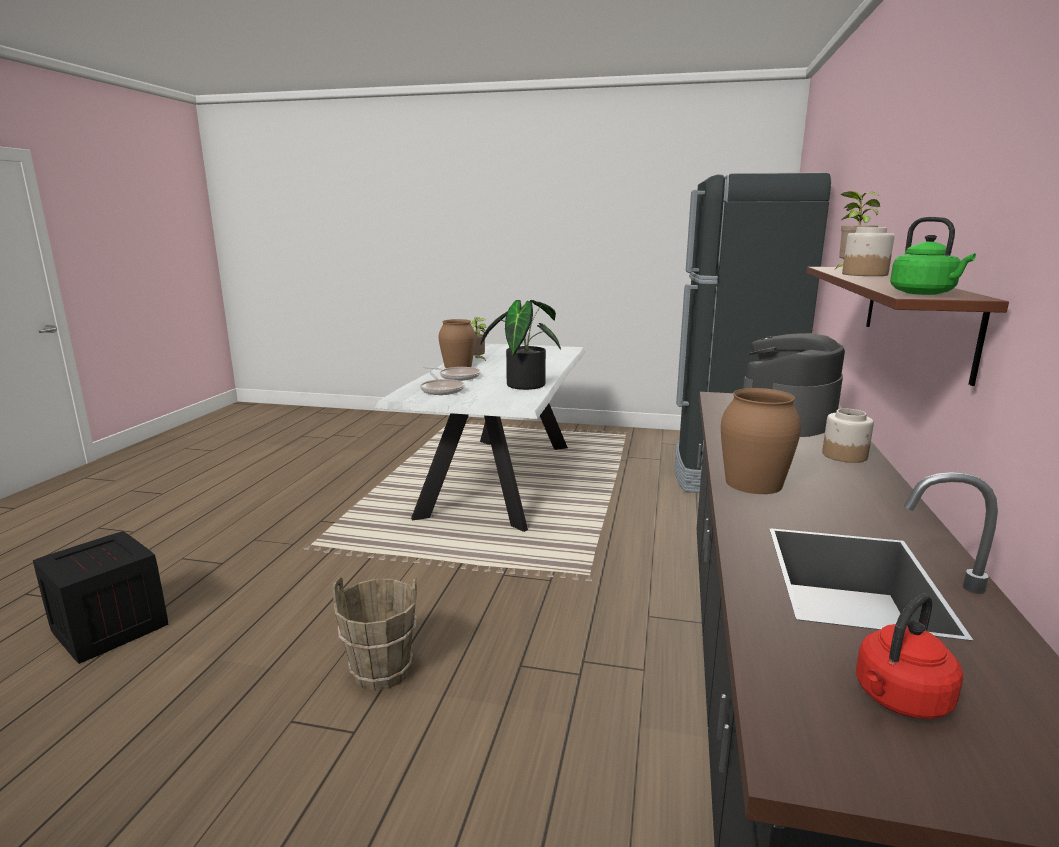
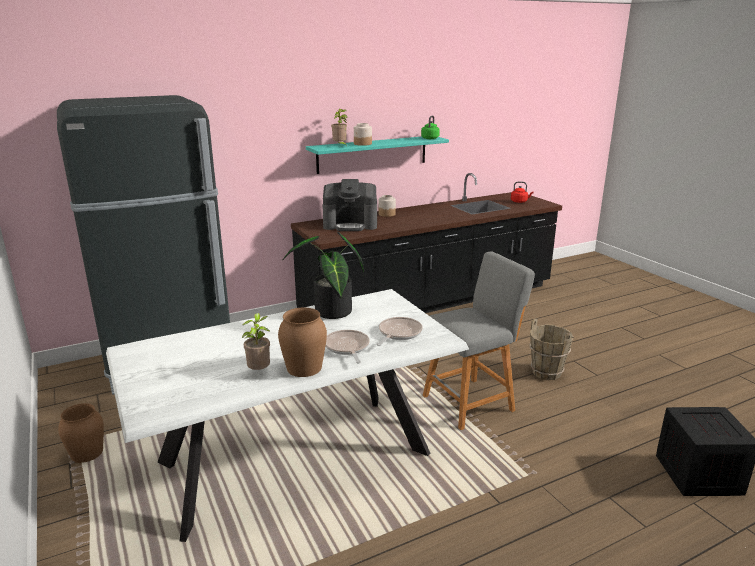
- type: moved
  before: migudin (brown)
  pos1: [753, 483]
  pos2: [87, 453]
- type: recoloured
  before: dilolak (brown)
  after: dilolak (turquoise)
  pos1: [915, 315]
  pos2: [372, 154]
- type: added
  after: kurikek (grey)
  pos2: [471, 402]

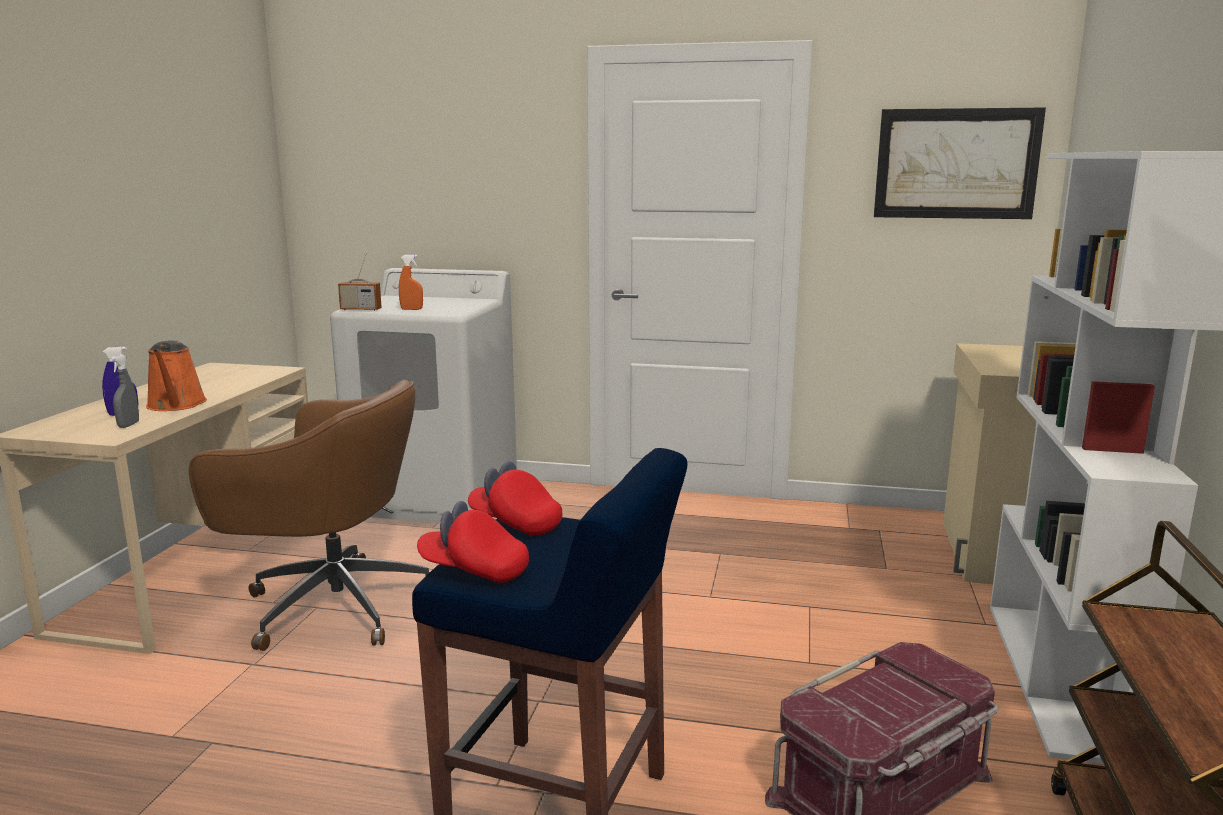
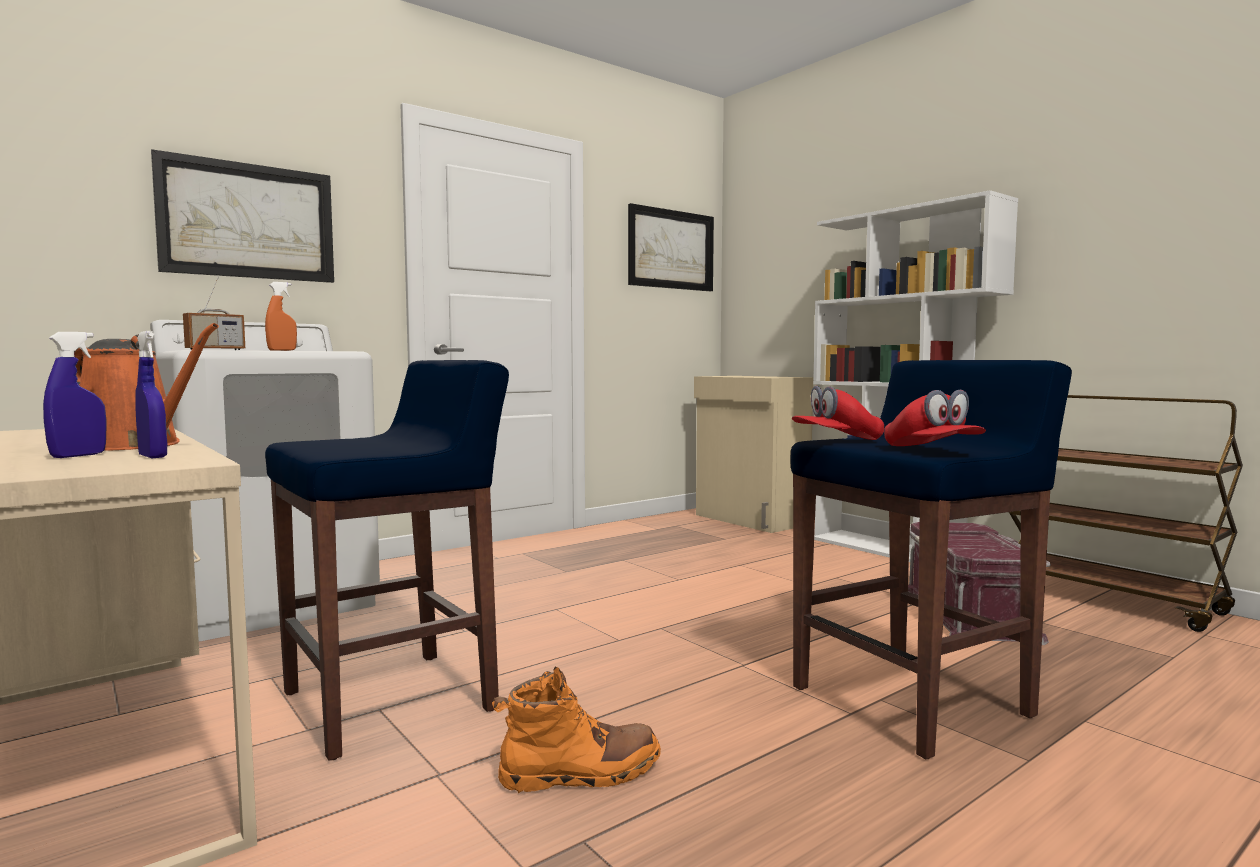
- type: recoloured
  before: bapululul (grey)
  after: bapululul (blue)
  pos1: [128, 425]
  pos2: [153, 457]
- type: added
  after: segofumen
  pos2: [248, 221]
- type: replaced
  before: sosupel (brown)
  after: kurikek (blue)
  pos1: [332, 605]
  pos2: [393, 700]
- type: added
  after: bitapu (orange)
  pos2: [580, 773]
- type: turned
  before: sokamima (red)
  pos1: [474, 570]
  pos2: [932, 450]
  turn: -75

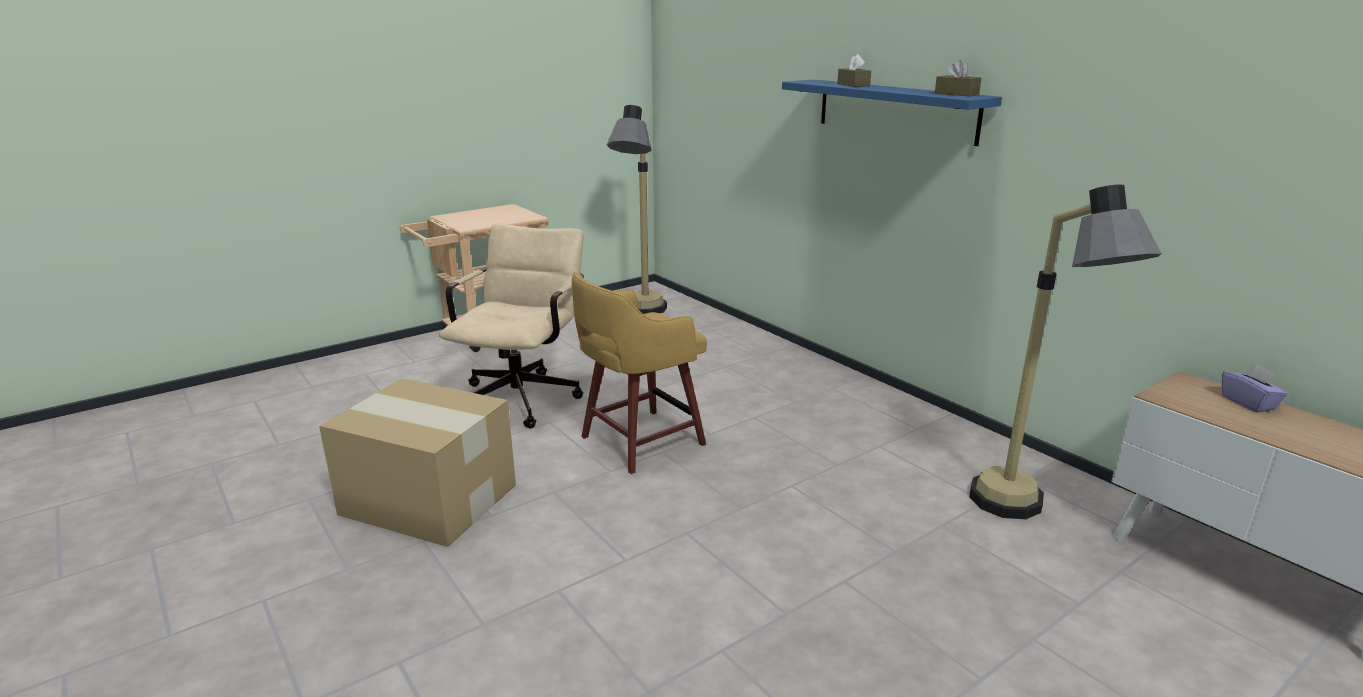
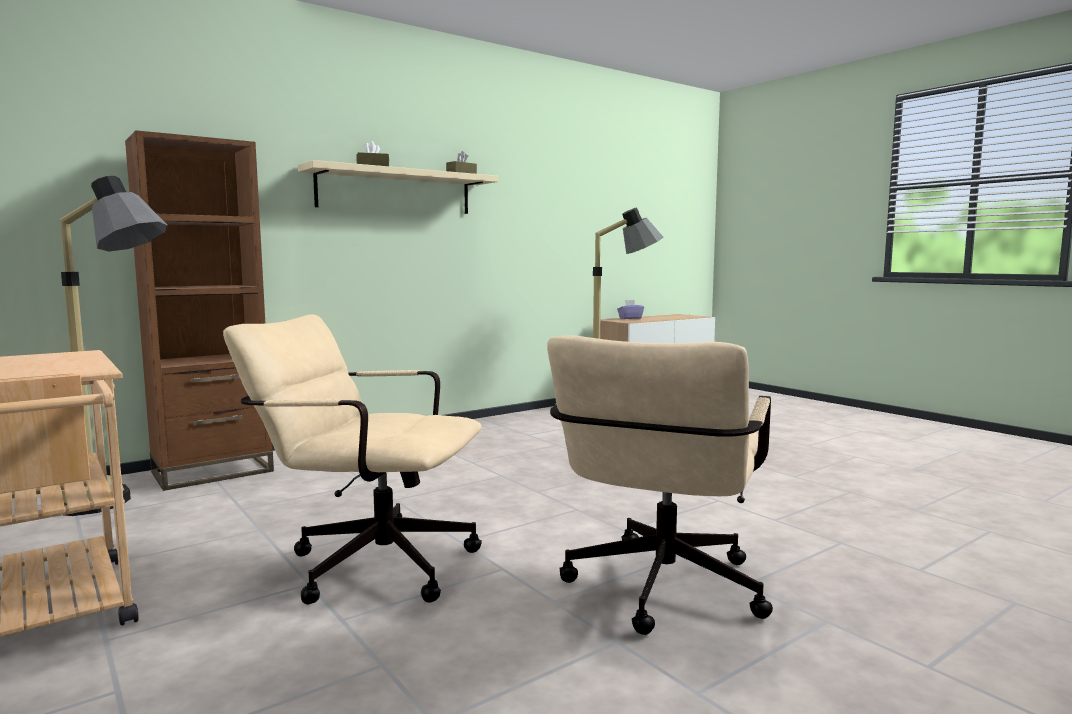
- type: added
  after: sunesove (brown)
  pos2: [213, 472]
- type: recoloured
  before: dilolak (blue)
  after: dilolak (beige)
  pos1: [895, 110]
  pos2: [395, 191]
- type: replaced
  before: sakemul
  after: sosupel (beige)
  pos1: [428, 498]
  pos2: [659, 594]
- type: removed
  before: kurikek (yellow)
  pos1: [639, 441]

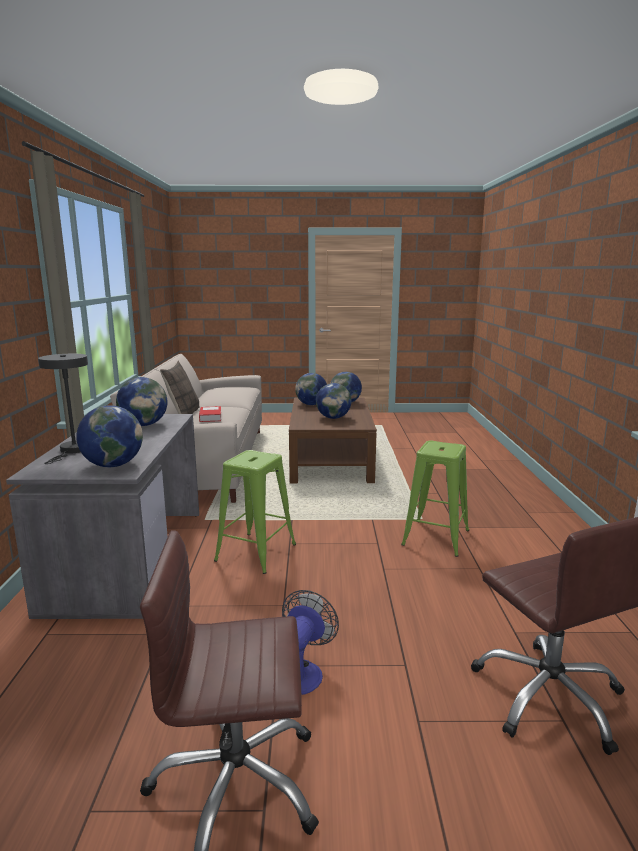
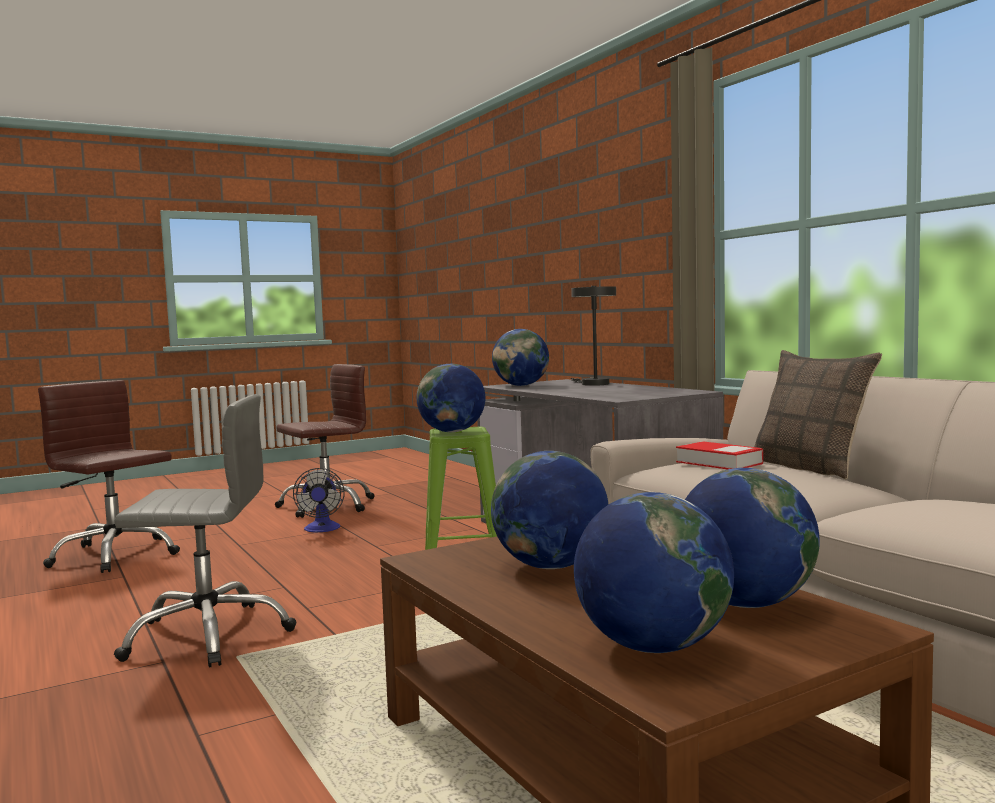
- type: replaced
  before: kurikek (green)
  after: sosupel (grey)
  pos1: [435, 538]
  pos2: [208, 635]
- type: moved
  before: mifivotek
  pos1: [144, 425]
  pos2: [452, 432]

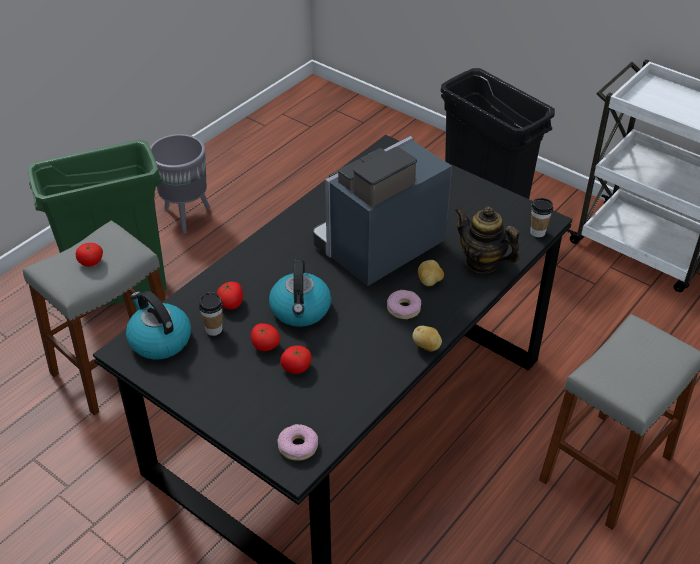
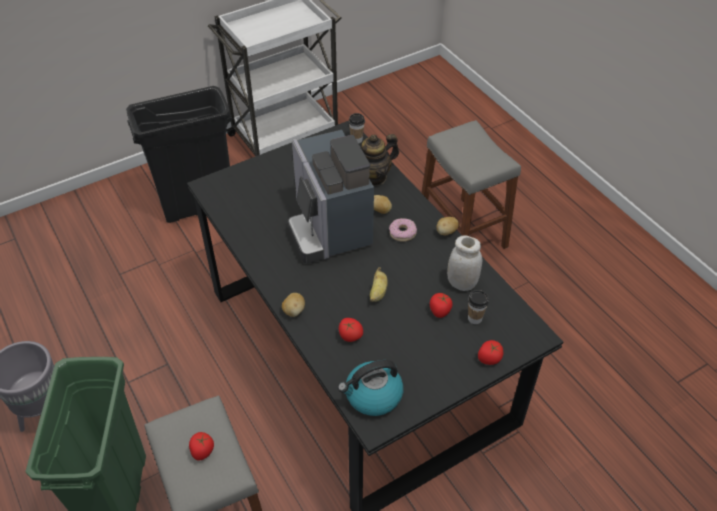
- type: added
  after: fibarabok
  pos2: [294, 311]
- type: replaced
  before: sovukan
  after: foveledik
  pos1: [301, 310]
  pos2: [378, 292]
- type: added
  after: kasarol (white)
  pos2: [462, 283]
- type: moved
  before: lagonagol
  pos1: [214, 329]
  pos2: [474, 318]
- type: moved
  before: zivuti
  pos1: [265, 345]
  pos2: [489, 358]
- type: removed
  before: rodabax
  pos1: [298, 446]

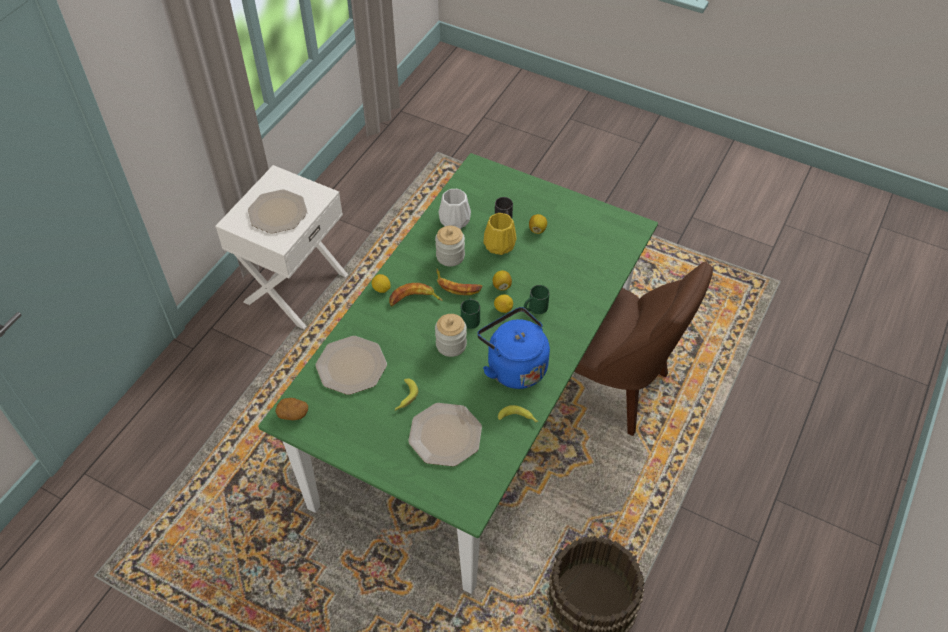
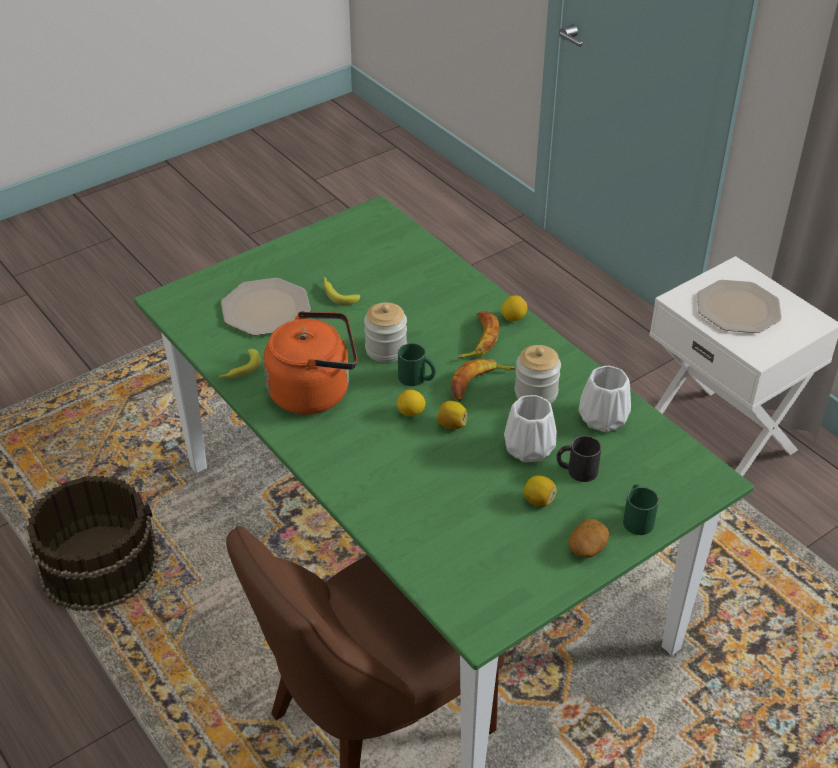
- type: recoloured
  before: sovukan (blue)
  after: sovukan (orange)
  pos1: [514, 366]
  pos2: [314, 391]
- type: recoloured
  before: migudin (yellow)
  after: migudin (white)
  pos1: [499, 246]
  pos2: [527, 447]
- type: moved
  before: fibarabok
  pos1: [293, 413]
  pos2: [587, 548]
- type: moved
  before: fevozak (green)
  pos1: [535, 308]
  pos2: [636, 518]
- type: removed
  before: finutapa
  pos1: [351, 366]

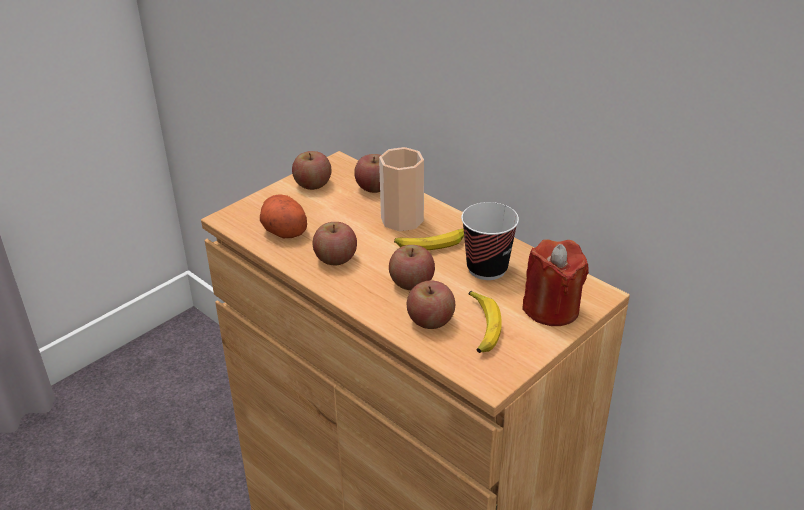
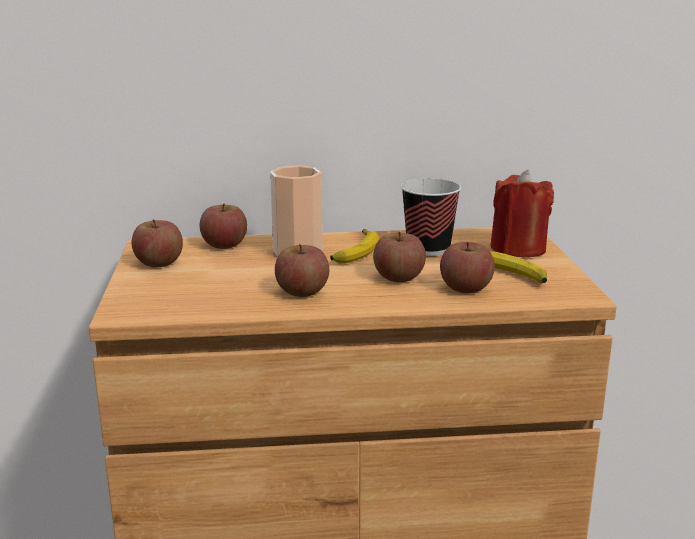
- type: removed
  before: fibarabok
  pos1: [283, 229]

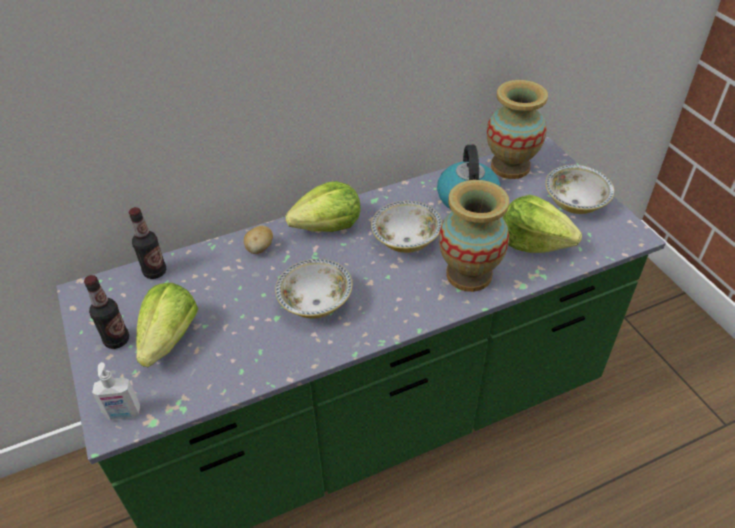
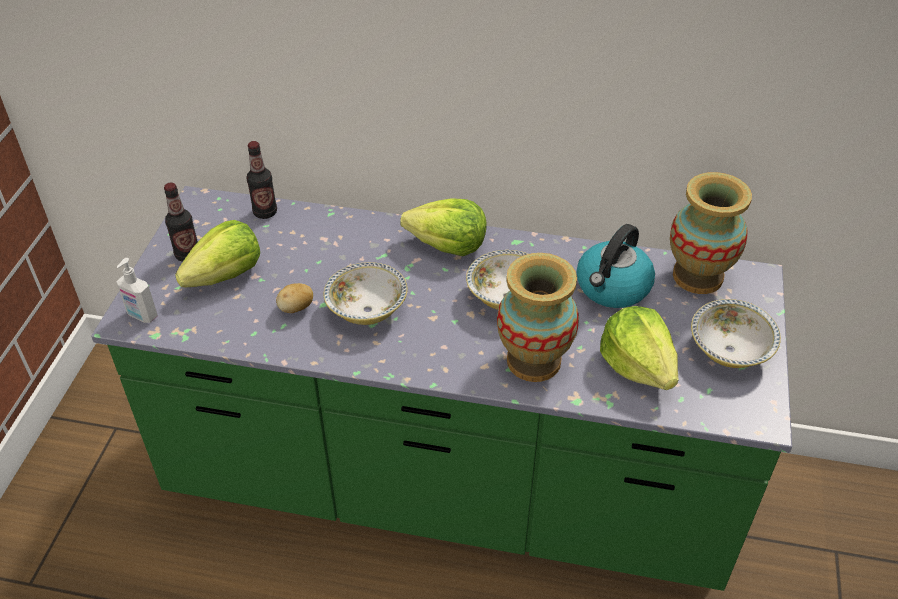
- type: moved
  before: fibarabok
  pos1: [259, 249]
  pos2: [296, 308]

